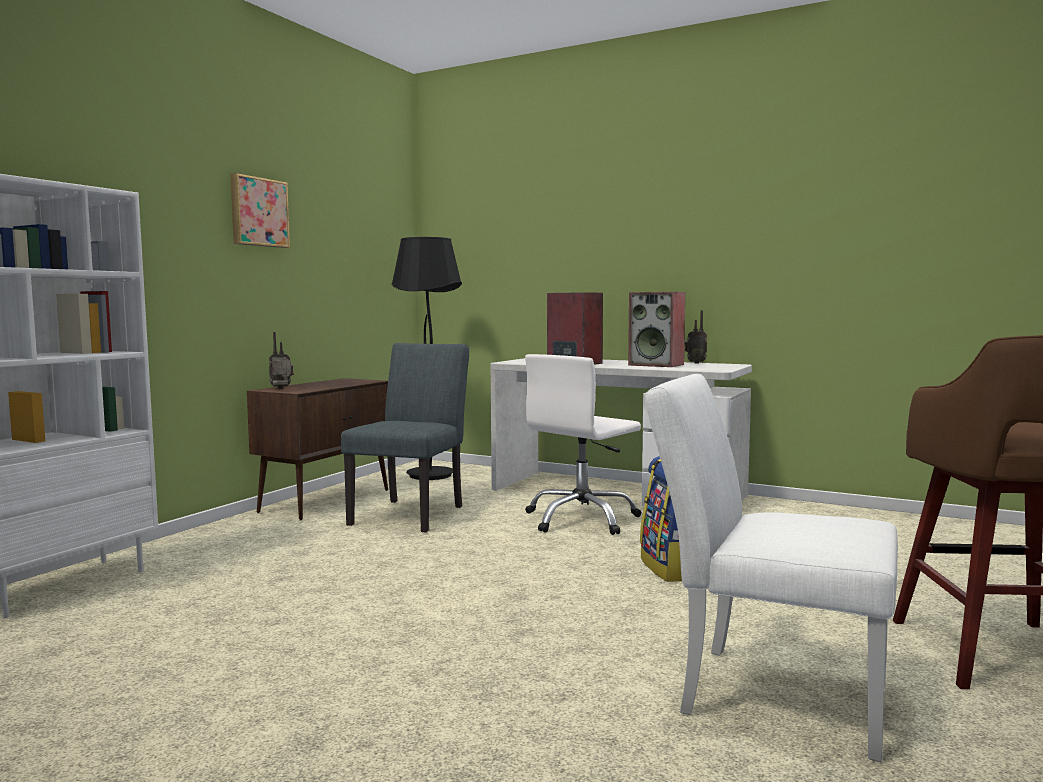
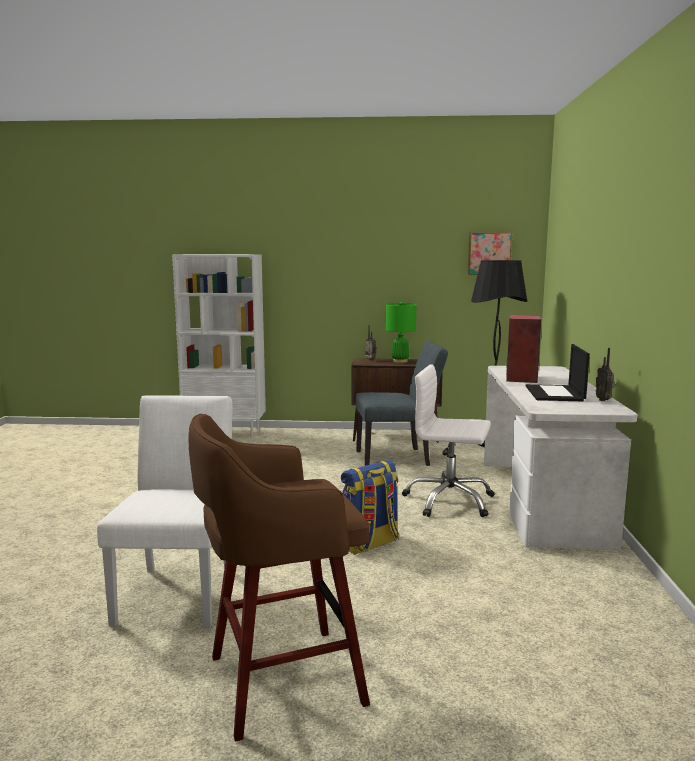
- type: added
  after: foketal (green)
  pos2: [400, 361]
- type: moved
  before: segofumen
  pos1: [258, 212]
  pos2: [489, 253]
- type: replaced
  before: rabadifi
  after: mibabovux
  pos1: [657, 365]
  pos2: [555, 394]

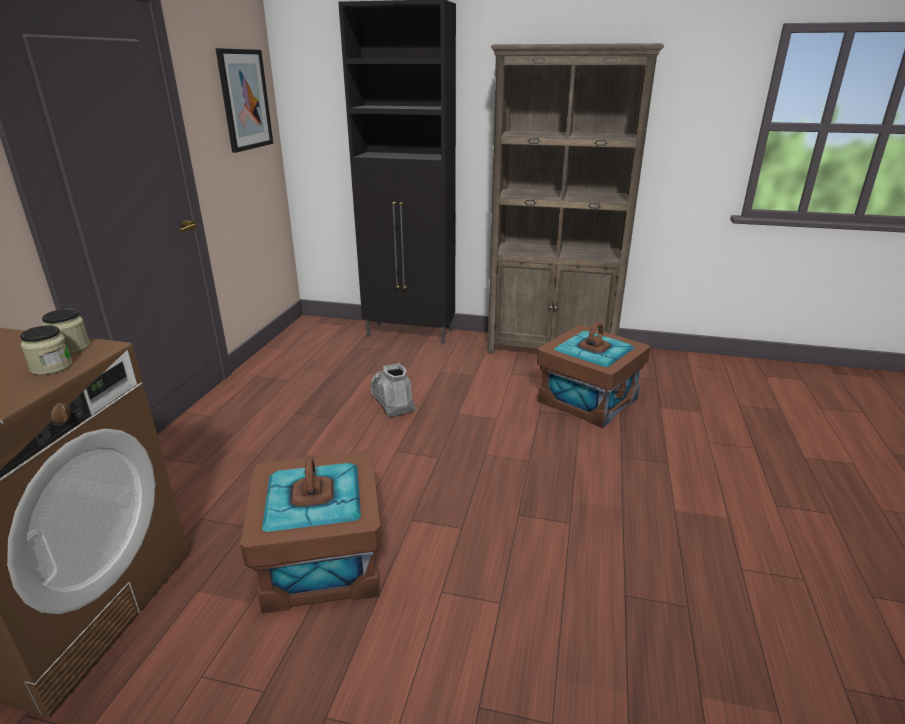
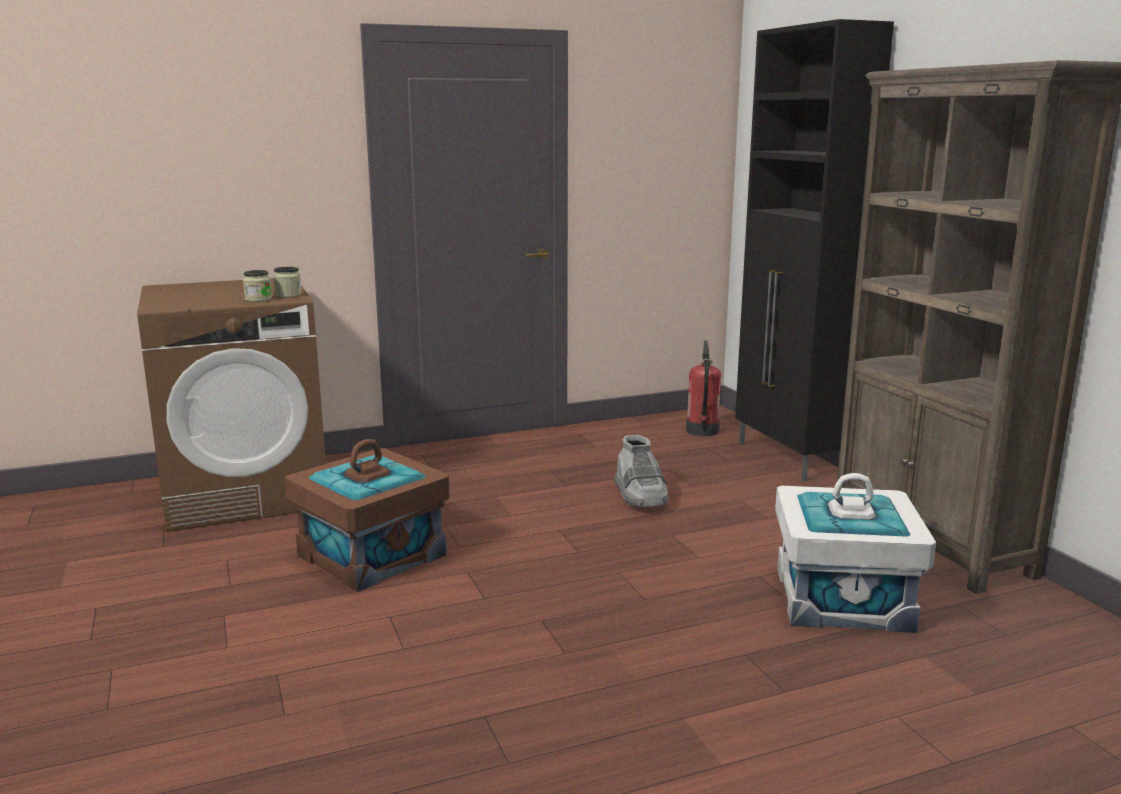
- type: turned
  before: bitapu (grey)
  pos1: [391, 399]
  pos2: [641, 497]
  turn: 135
- type: added
  after: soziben
  pos2: [702, 431]
- type: recoloured
  before: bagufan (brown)
  after: bagufan (white)
  pos1: [587, 399]
  pos2: [842, 598]
- type: removed
  before: segofumen
  pos1: [244, 100]

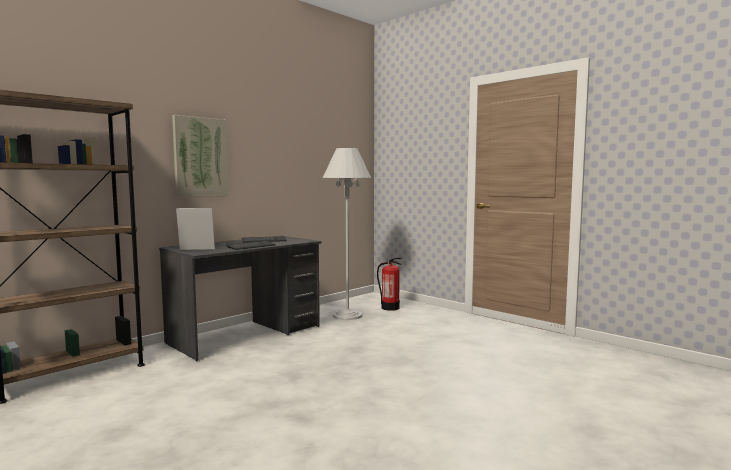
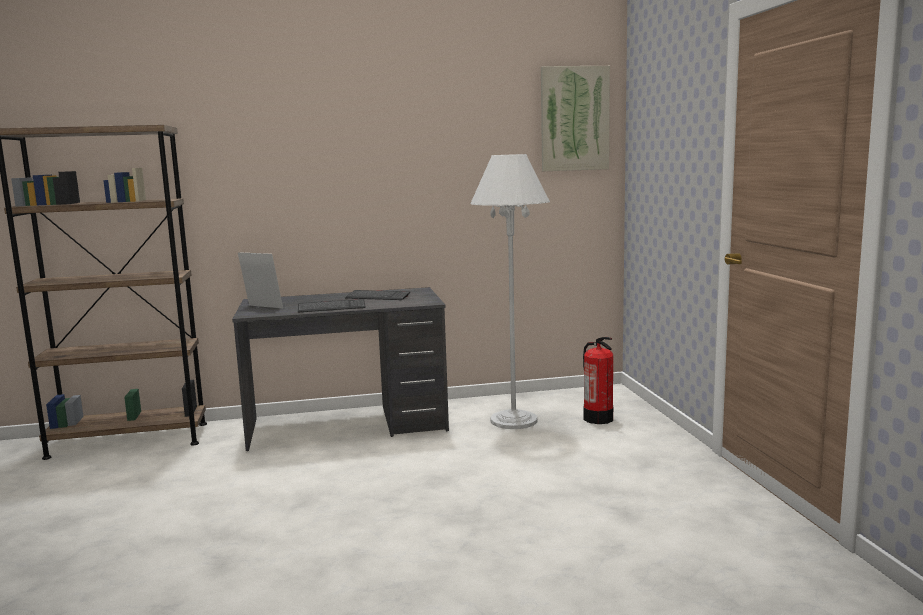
- type: moved
  before: segofumen
  pos1: [200, 157]
  pos2: [574, 119]

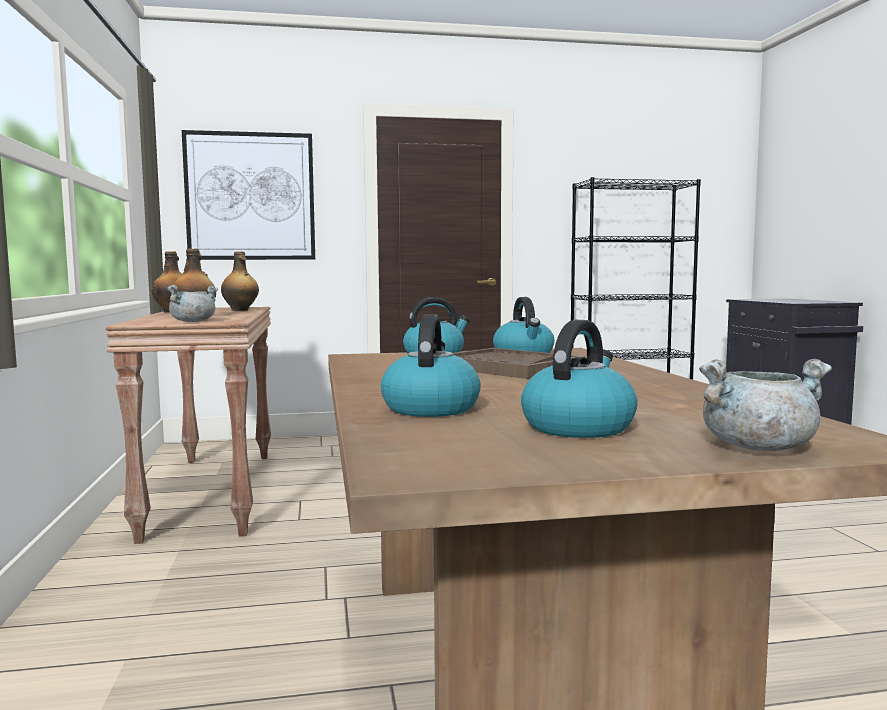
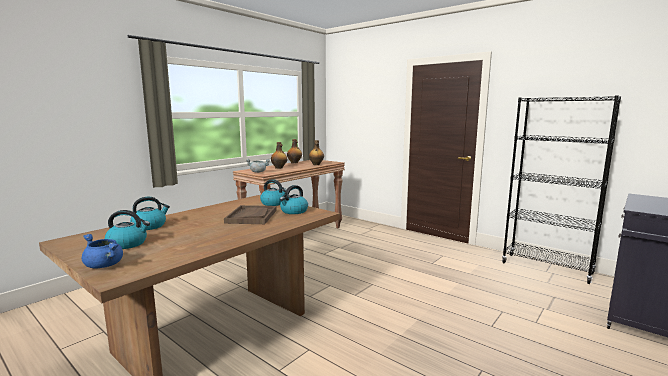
- type: recoloured
  before: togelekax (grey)
  after: togelekax (blue)
  pos1: [758, 447]
  pos2: [105, 265]
- type: removed
  before: segofumen
  pos1: [250, 196]

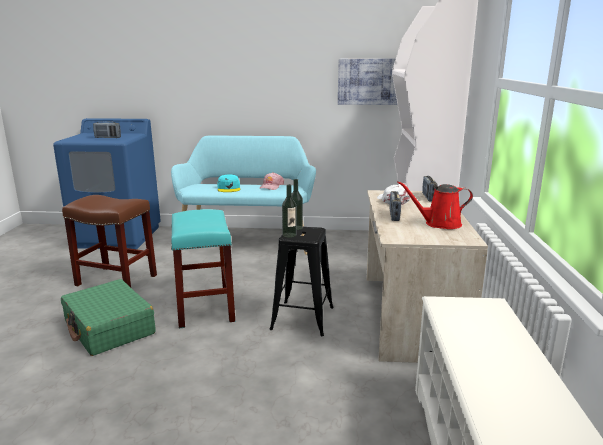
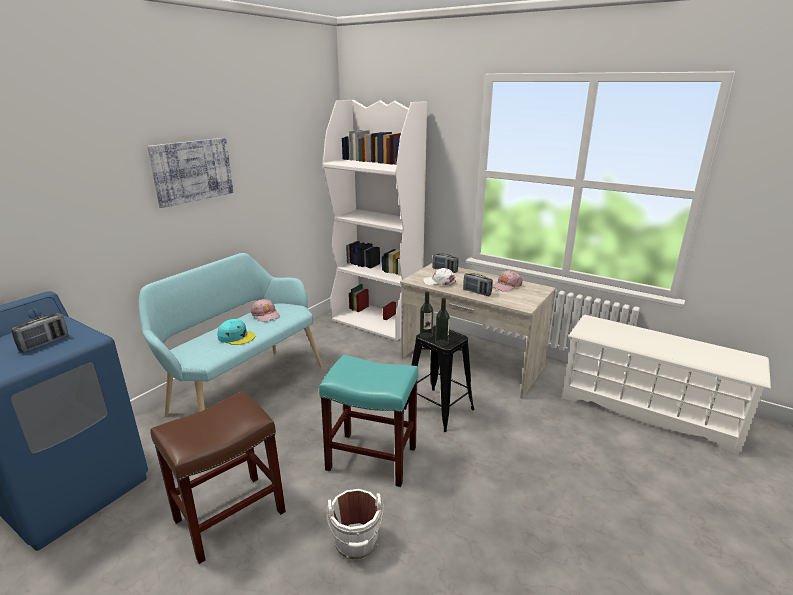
- type: moved
  before: segofumen
  pos1: [371, 81]
  pos2: [192, 171]
- type: replaced
  before: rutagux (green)
  after: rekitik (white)
  pos1: [109, 328]
  pos2: [357, 544]
- type: replaced
  before: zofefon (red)
  after: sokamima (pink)
  pos1: [439, 224]
  pos2: [506, 286]

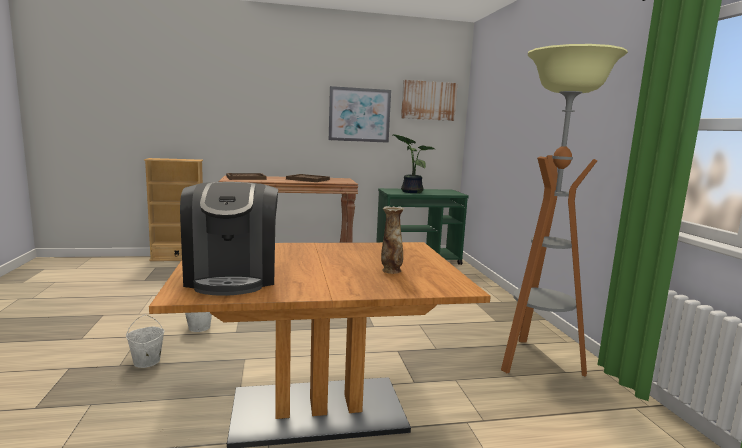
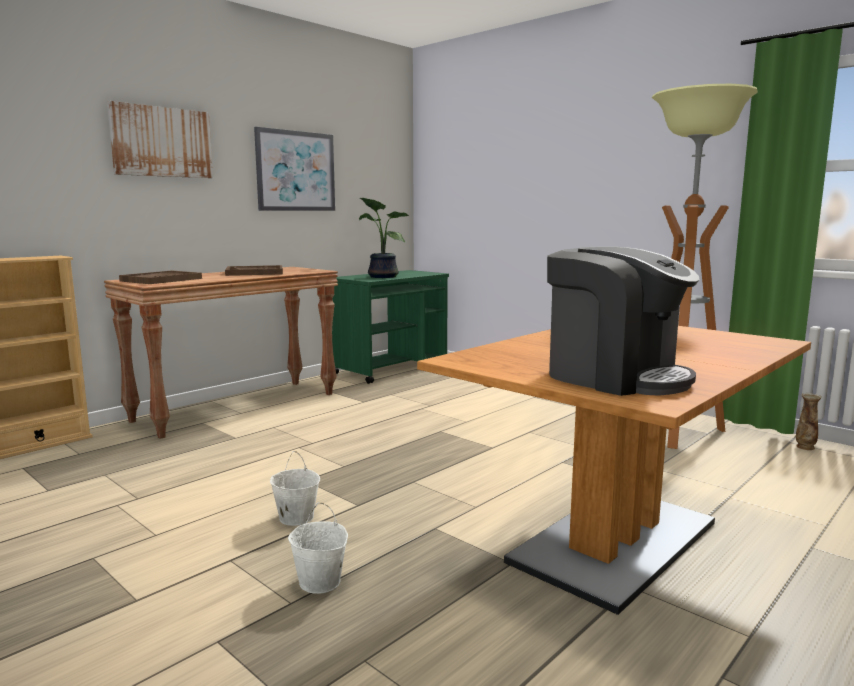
- type: moved
  before: segofumen
  pos1: [428, 100]
  pos2: [162, 142]
- type: moved
  before: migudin
  pos1: [391, 271]
  pos2: [805, 447]

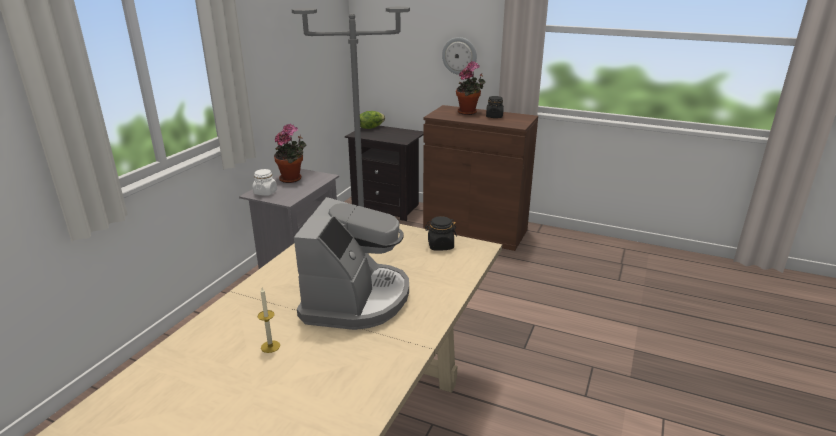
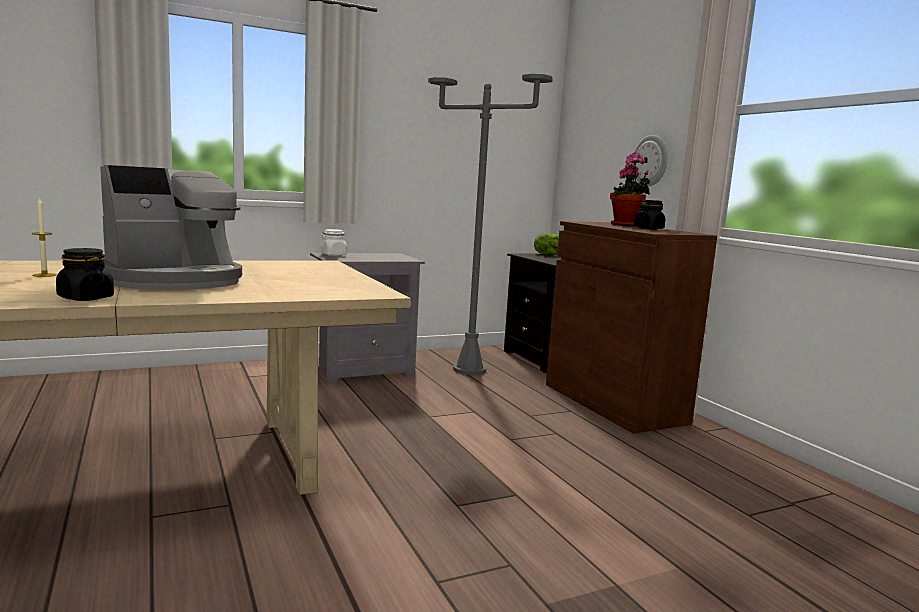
- type: moved
  before: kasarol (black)
  pos1: [440, 246]
  pos2: [85, 298]
- type: removed
  before: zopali
  pos1: [292, 179]

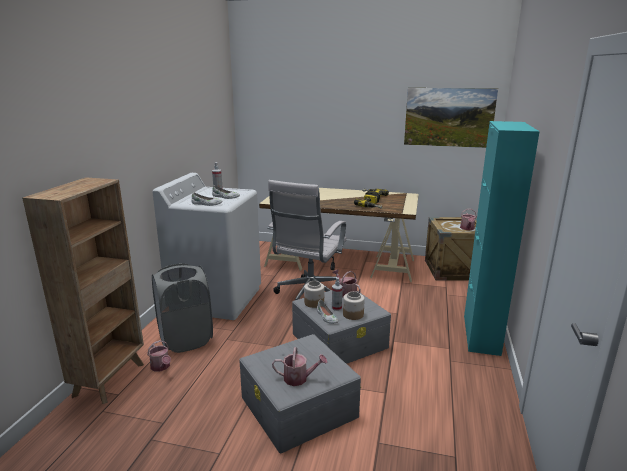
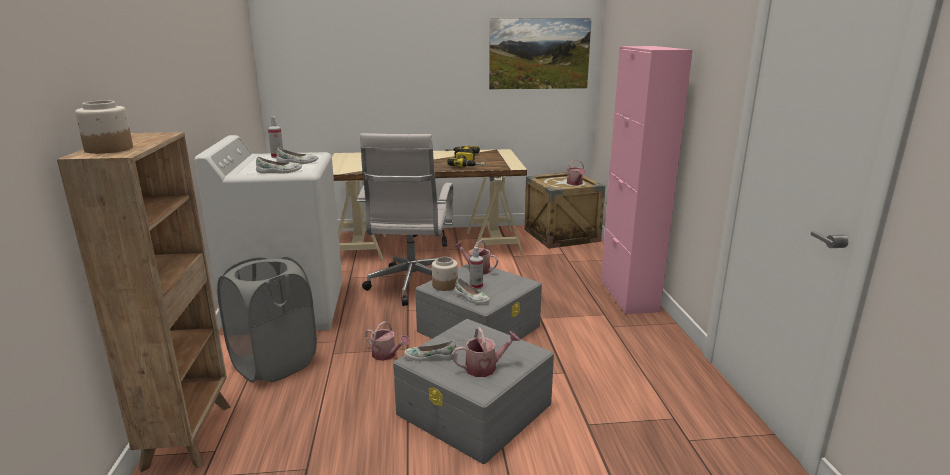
- type: moved
  before: kasarol
  pos1: [353, 314]
  pos2: [108, 149]
- type: moved
  before: zofefon
  pos1: [161, 367]
  pos2: [387, 355]
- type: added
  after: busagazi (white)
  pos2: [431, 357]
- type: recoloured
  before: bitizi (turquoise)
  after: bitizi (pink)
  pos1: [481, 335]
  pos2: [628, 295]

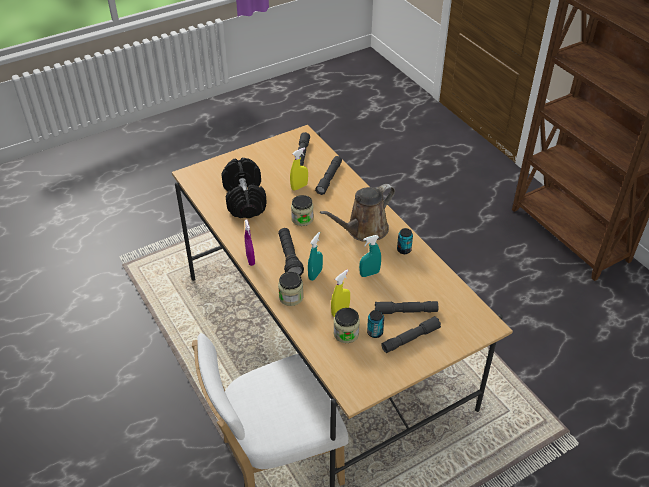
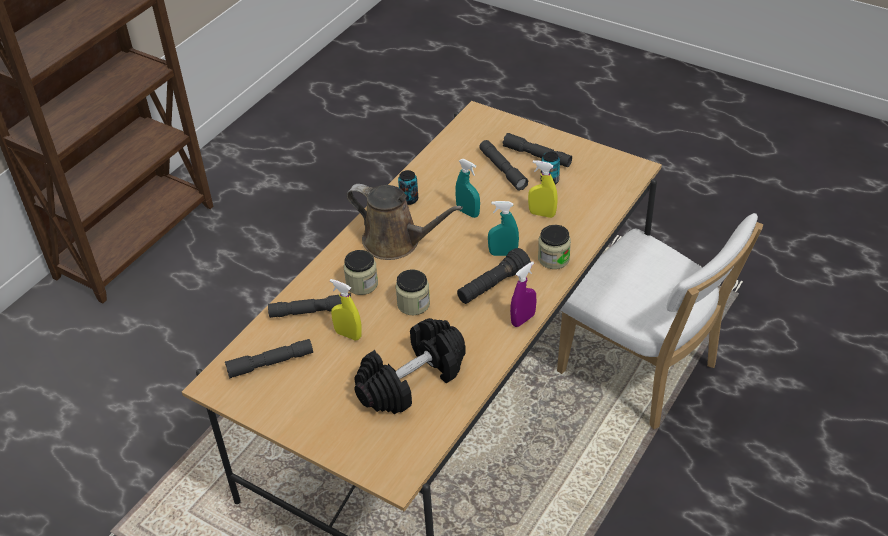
- type: moved
  before: kasarol
  pos1: [346, 333]
  pos2: [362, 284]

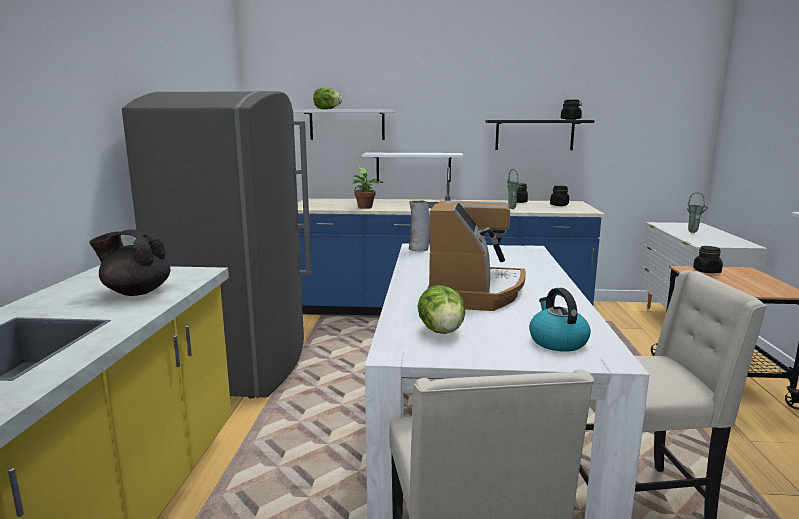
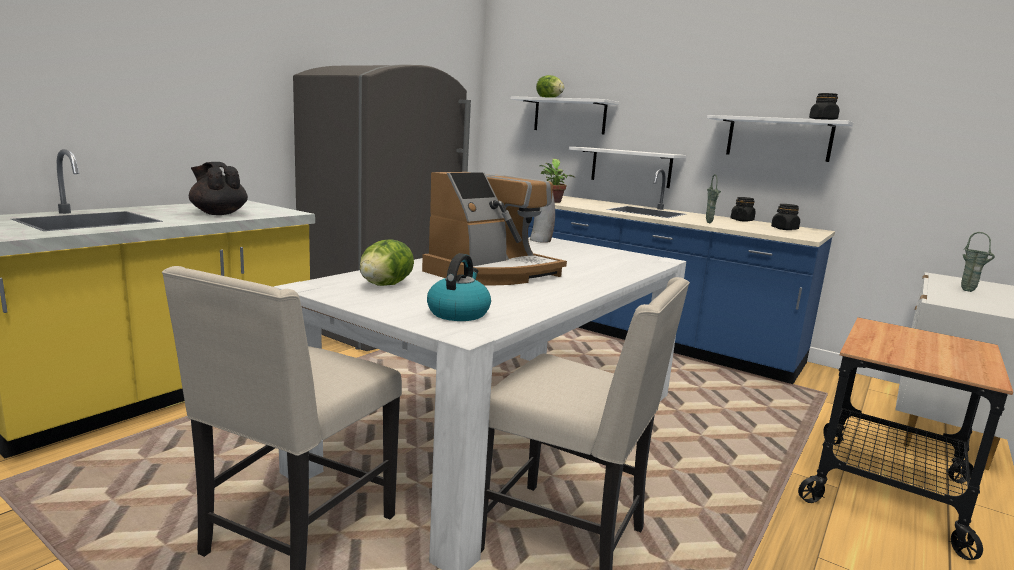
- type: recoloured
  before: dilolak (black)
  after: dilolak (white)
  pos1: [534, 135]
  pos2: [778, 138]
- type: removed
  before: kasarol (black)
  pos1: [707, 271]

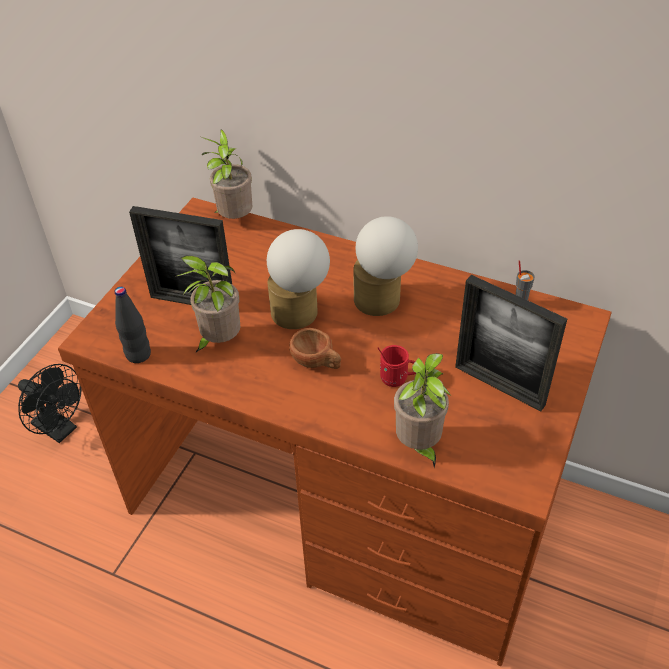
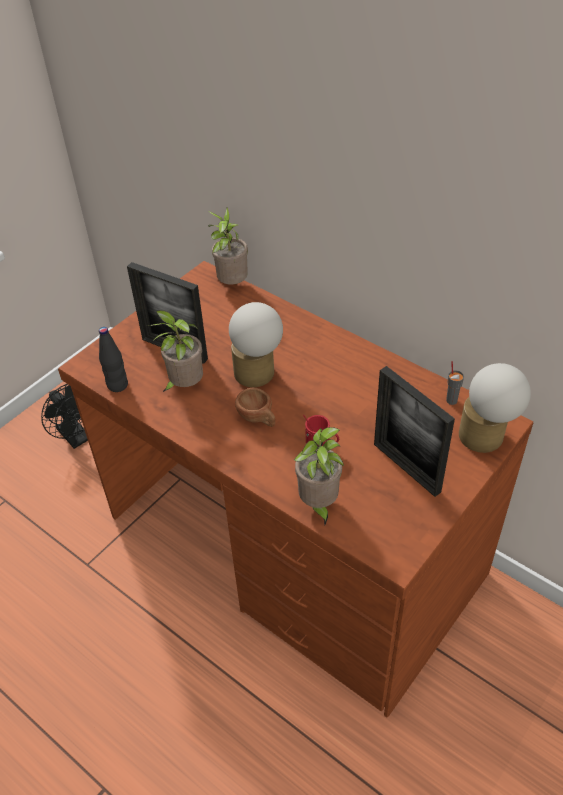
- type: moved
  before: foketal
  pos1: [382, 303]
  pos2: [485, 440]

